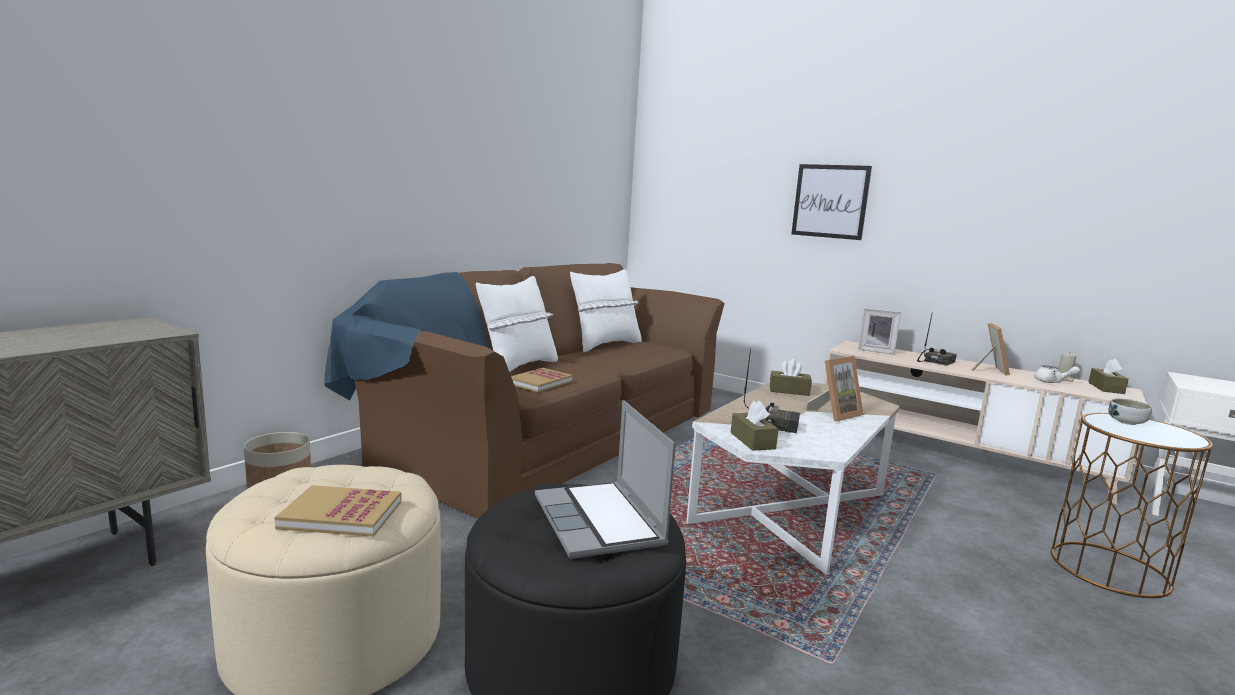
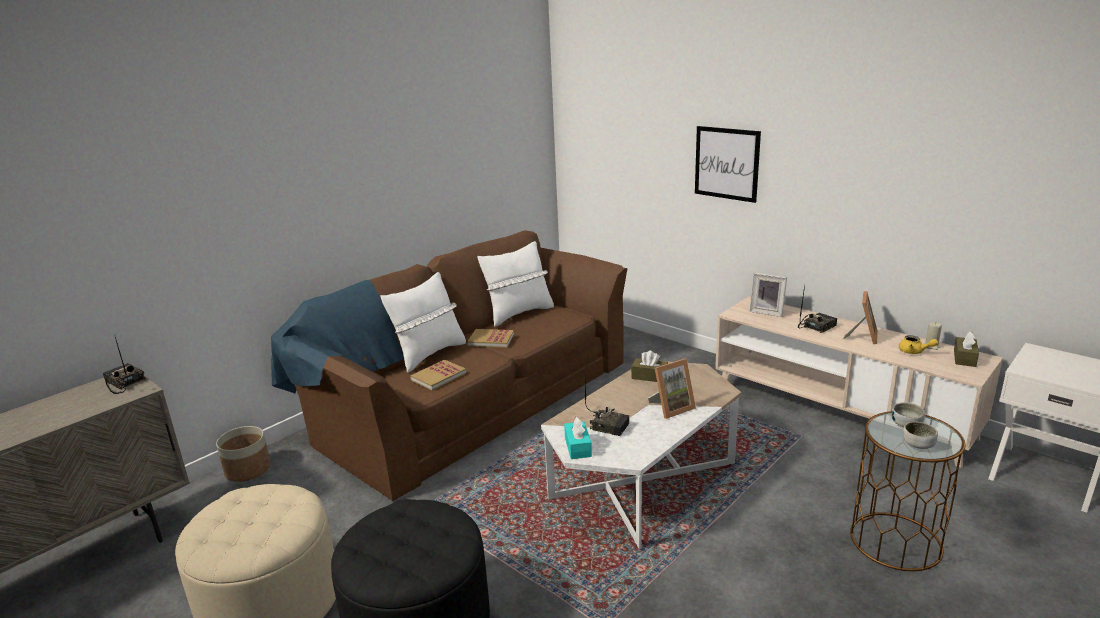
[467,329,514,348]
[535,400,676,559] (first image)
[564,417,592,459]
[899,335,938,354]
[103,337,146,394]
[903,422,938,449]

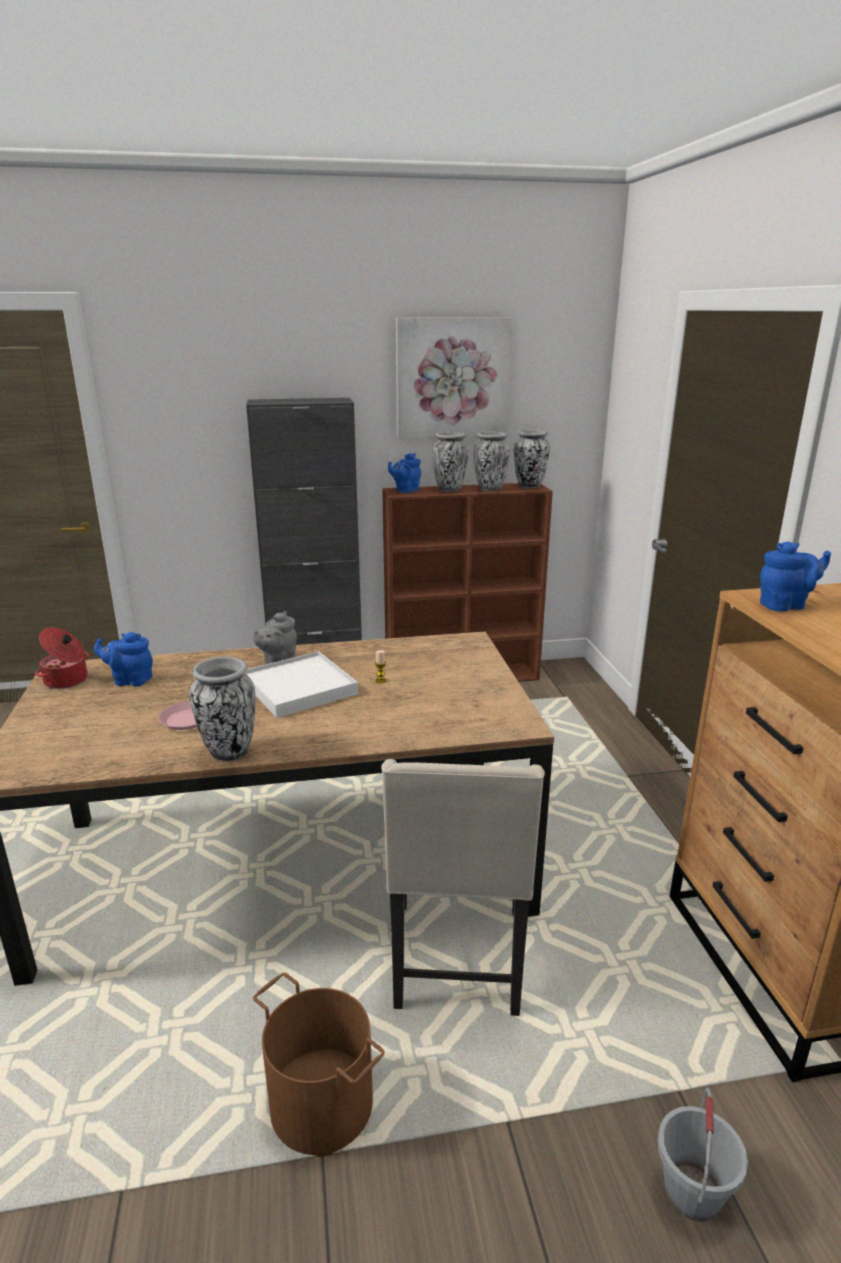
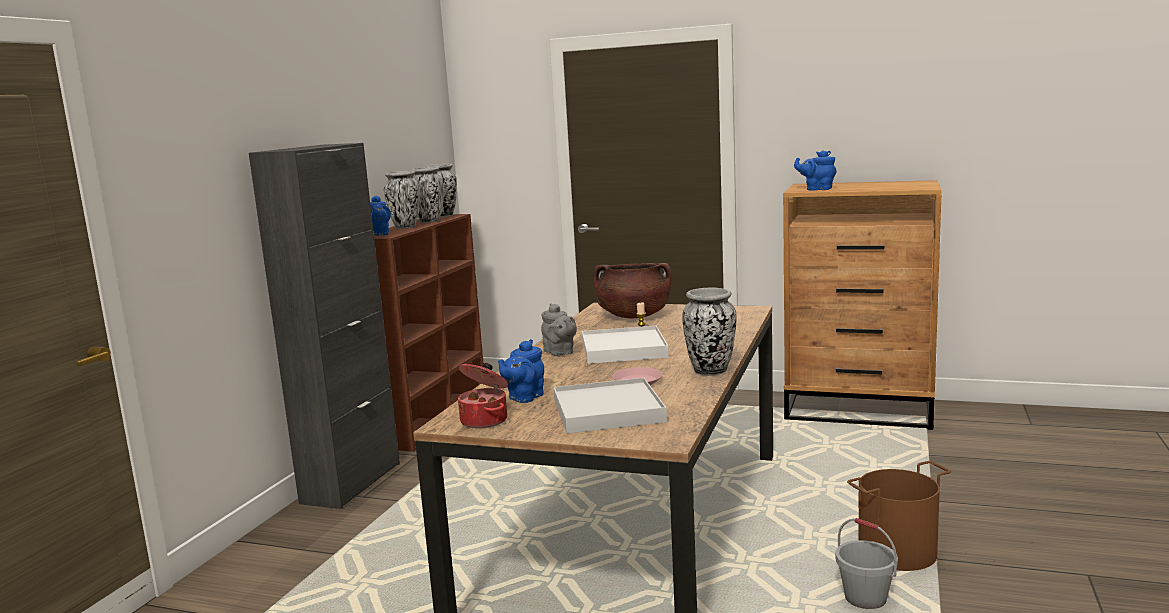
[381,759,545,1016] (first image)
[396,317,512,440] (first image)
[835,518,898,609]
[794,151,837,191]
[553,378,667,434]
[593,263,672,318]

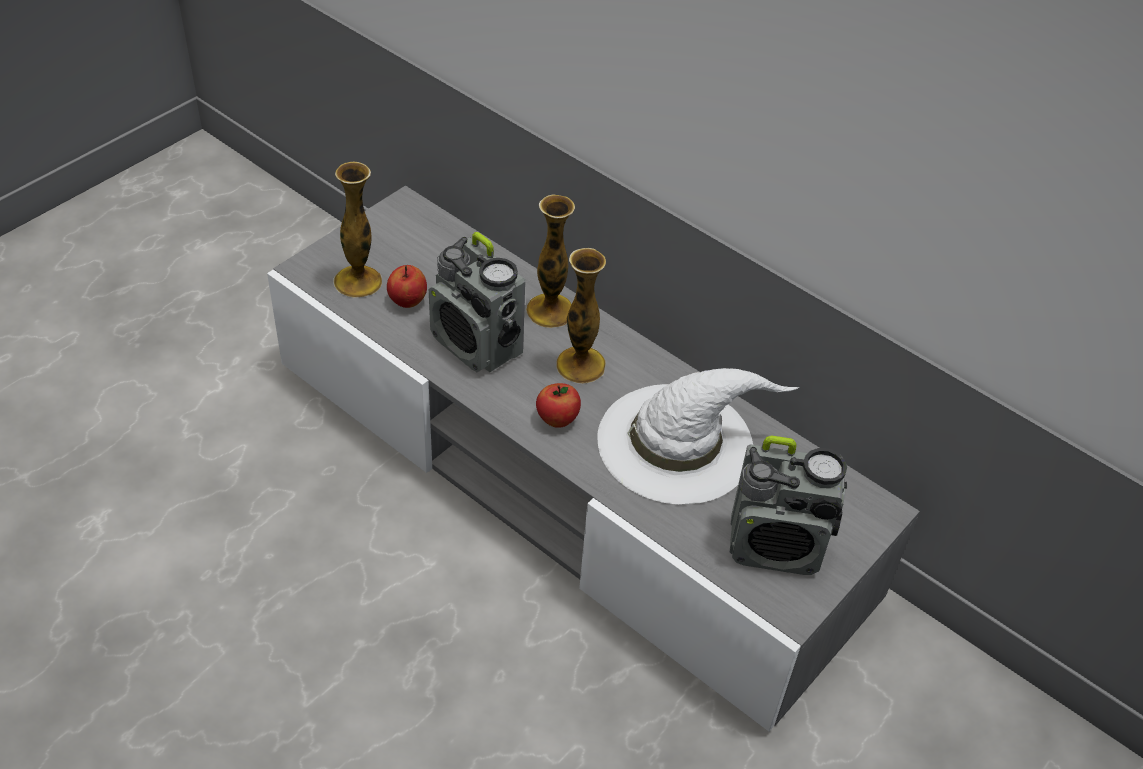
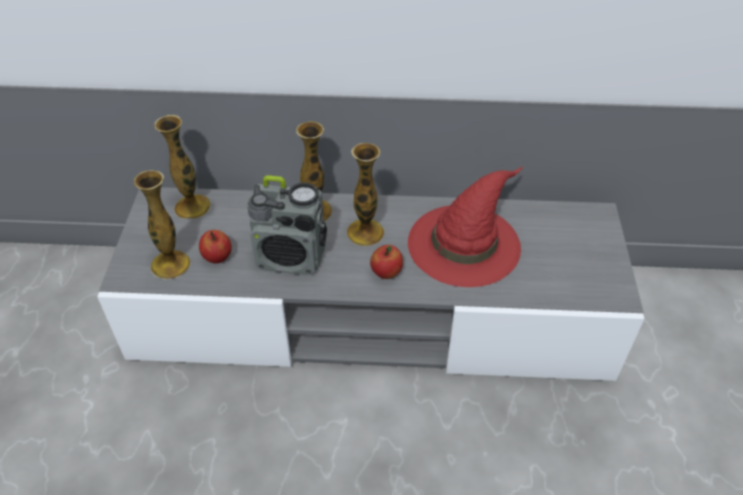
[408,166,523,287]
[730,435,847,575] (first image)
[155,115,211,219]

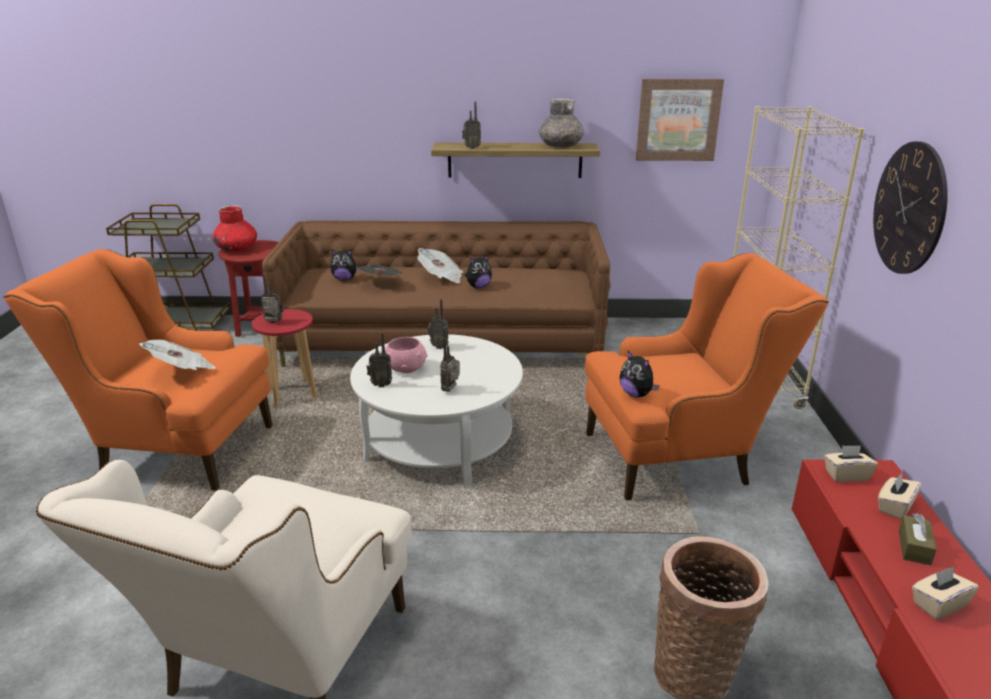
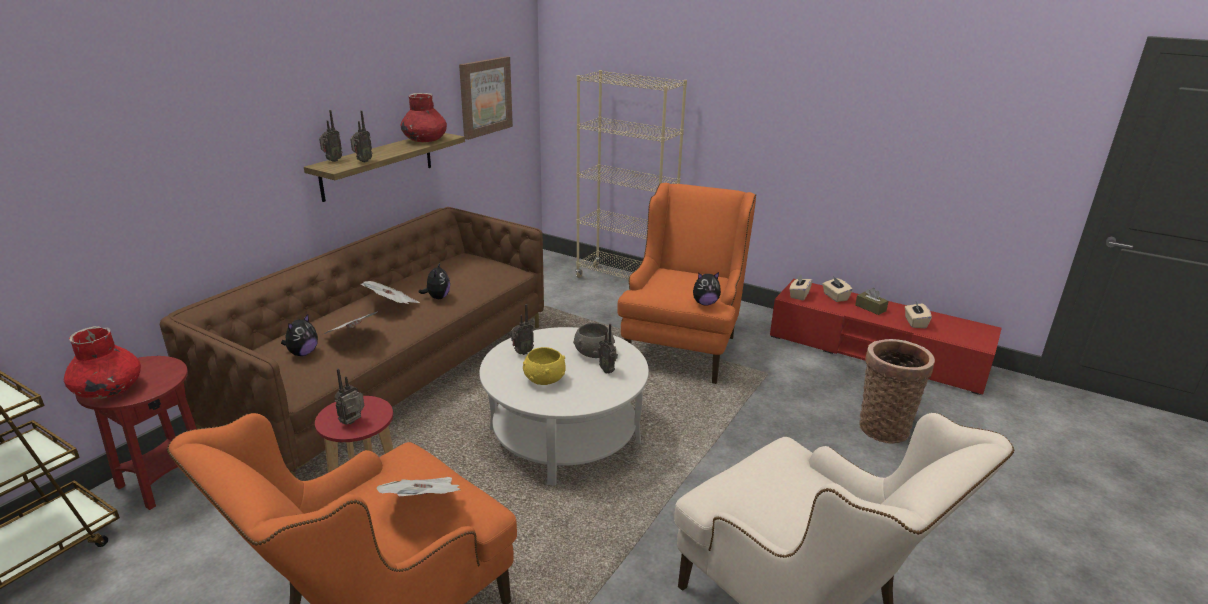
[319,110,342,162]
[523,347,566,385]
[400,93,447,142]
[873,141,948,274] (first image)
[573,323,615,358]

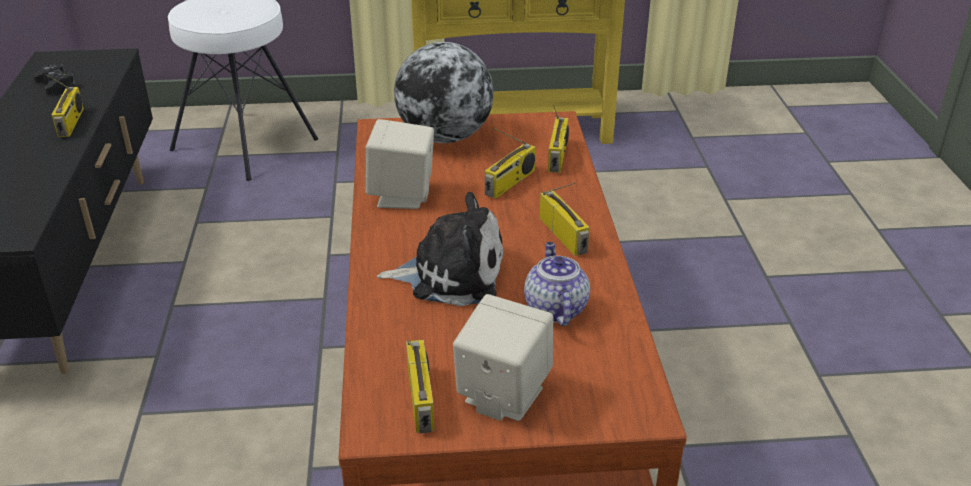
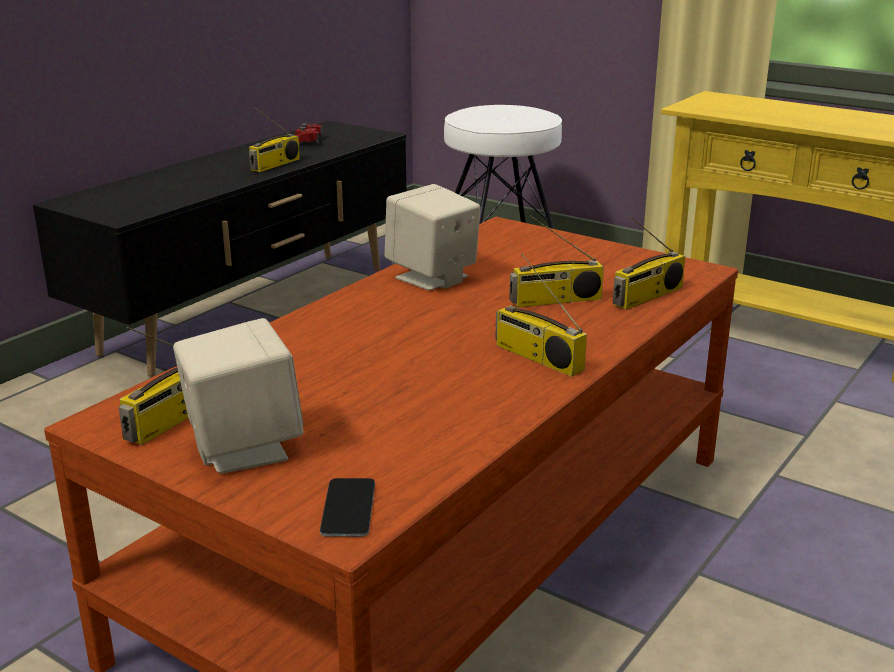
[295,123,323,145]
[377,192,503,306] (first image)
[394,42,494,143] (first image)
[524,242,590,326] (first image)
[495,253,587,377]
[320,478,375,537]

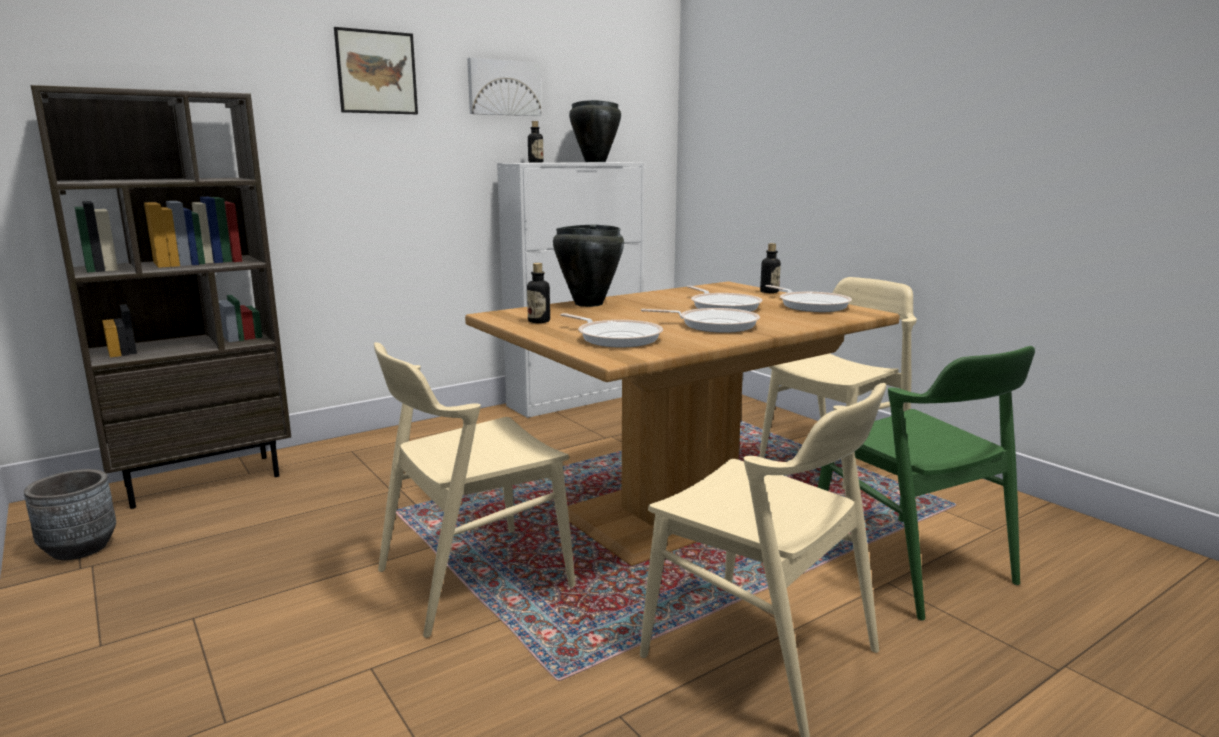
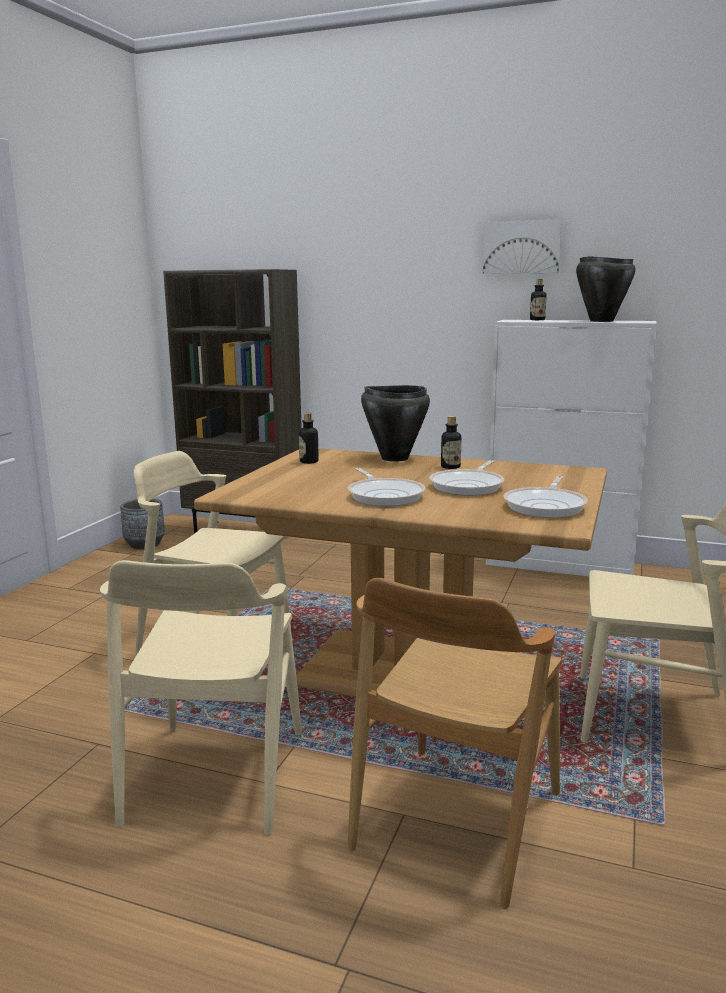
[334,27,418,114] (first image)
[560,313,663,348] (first image)
[441,416,461,469]
[347,578,562,909]

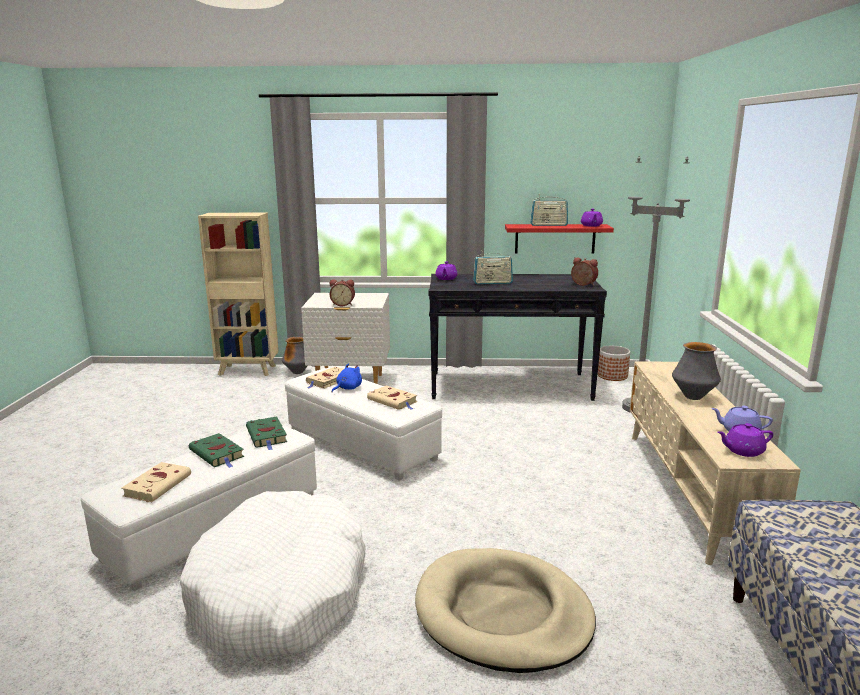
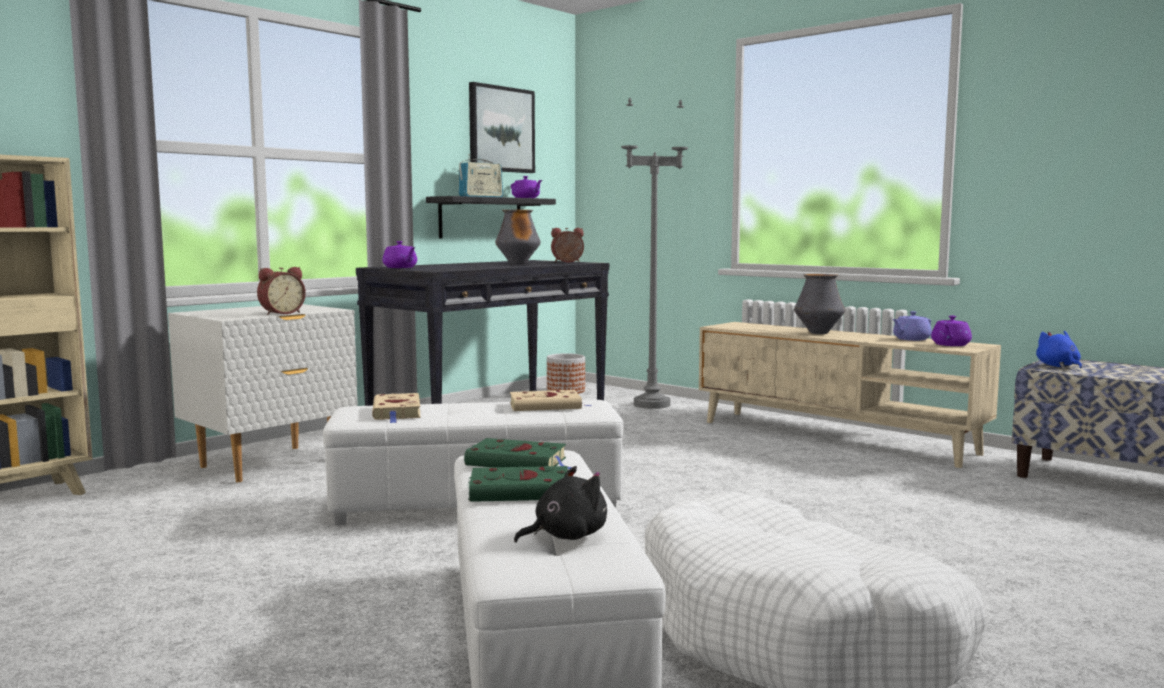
[514,466,607,543]
[495,210,541,264]
[1036,331,1082,369]
[415,548,596,673] (first image)
[473,253,513,284] (first image)
[426,196,556,239]
[469,82,535,173]

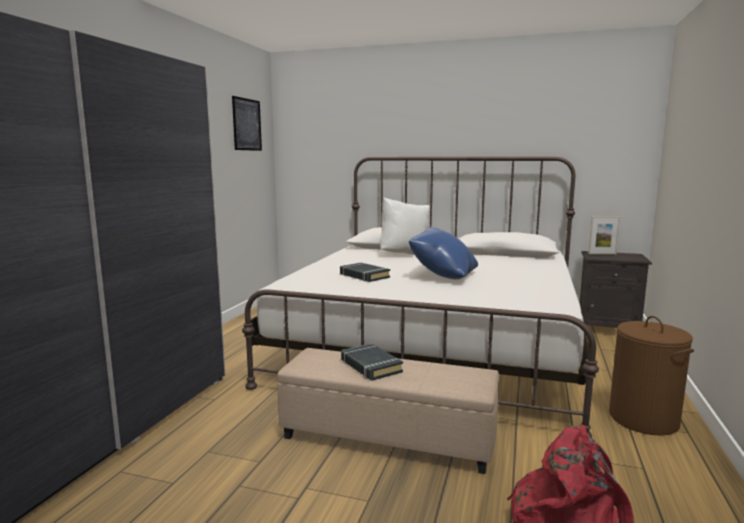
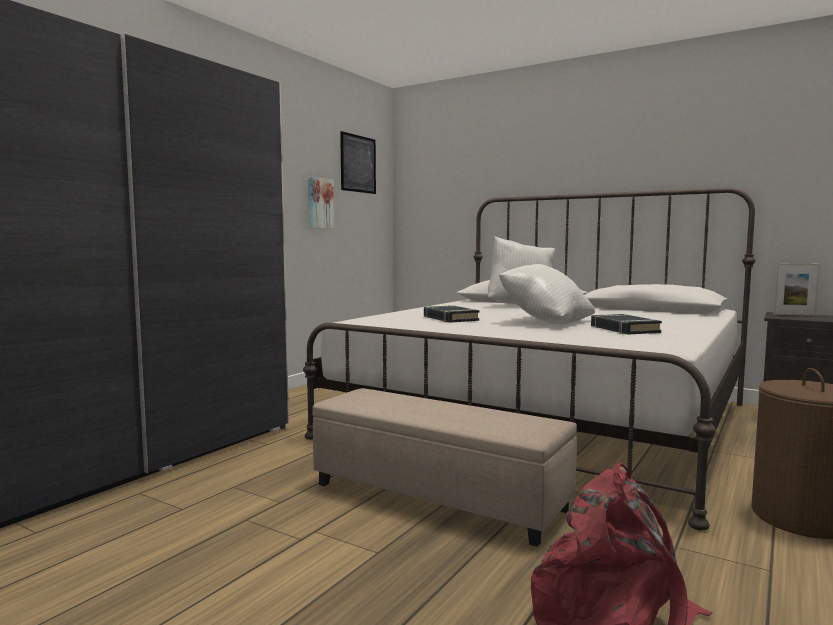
[591,314,662,335]
[499,264,595,324]
[308,177,334,229]

